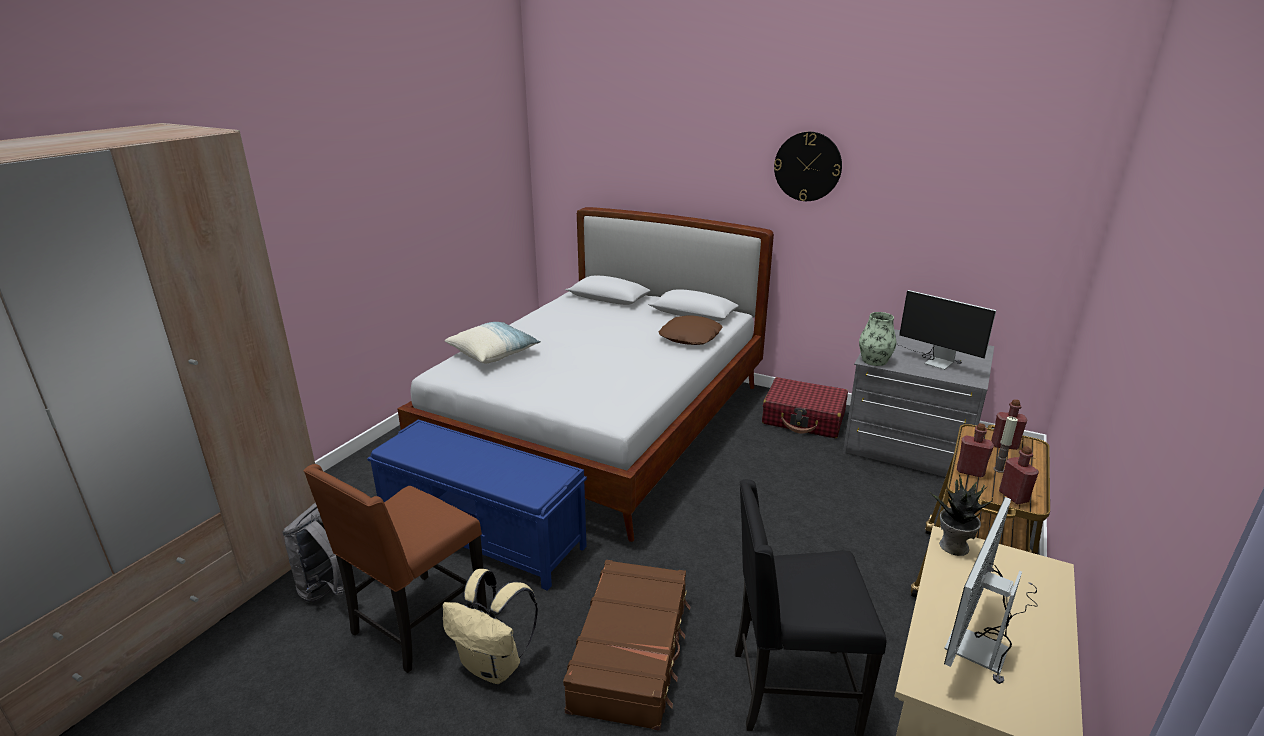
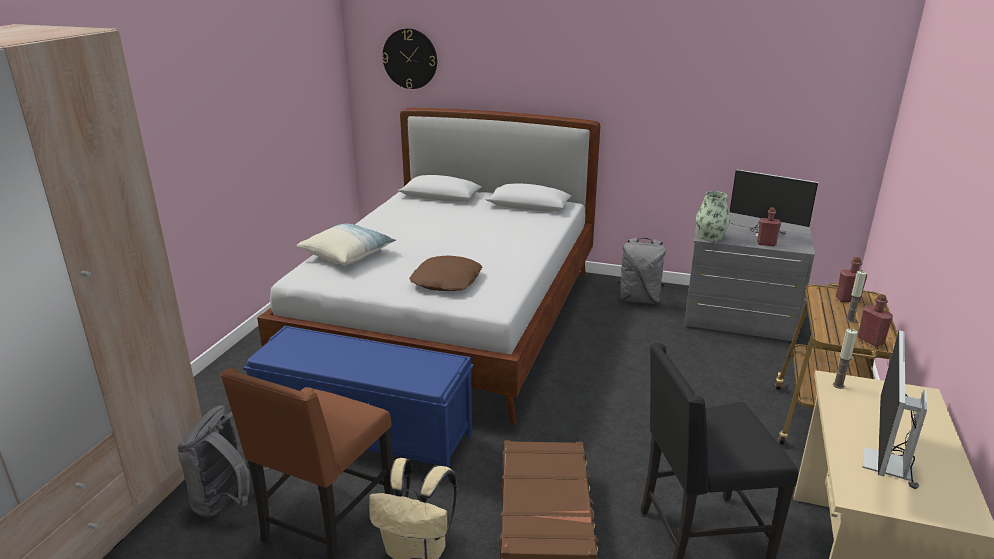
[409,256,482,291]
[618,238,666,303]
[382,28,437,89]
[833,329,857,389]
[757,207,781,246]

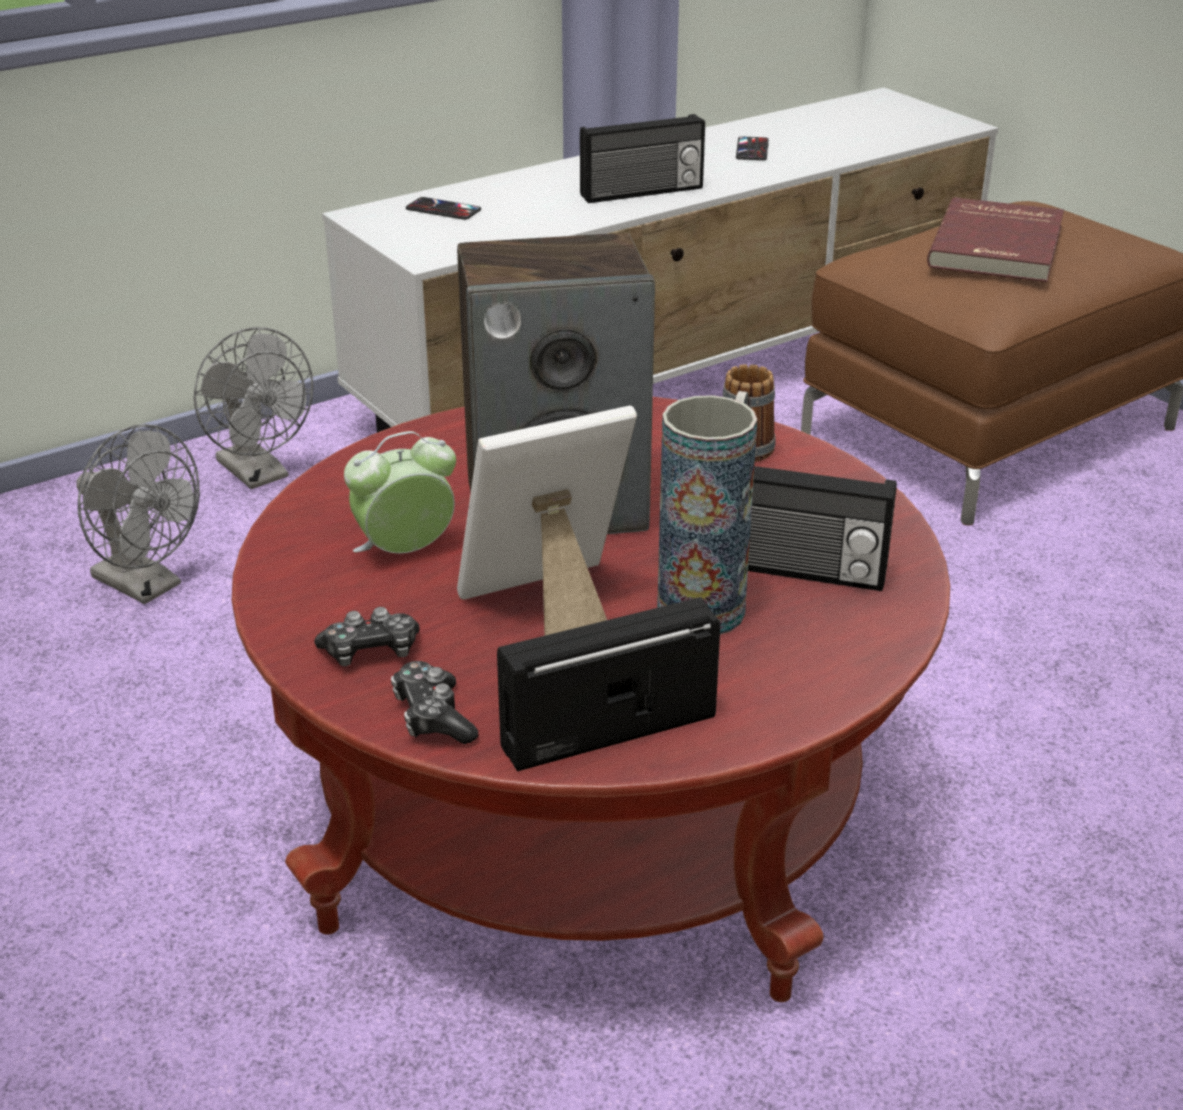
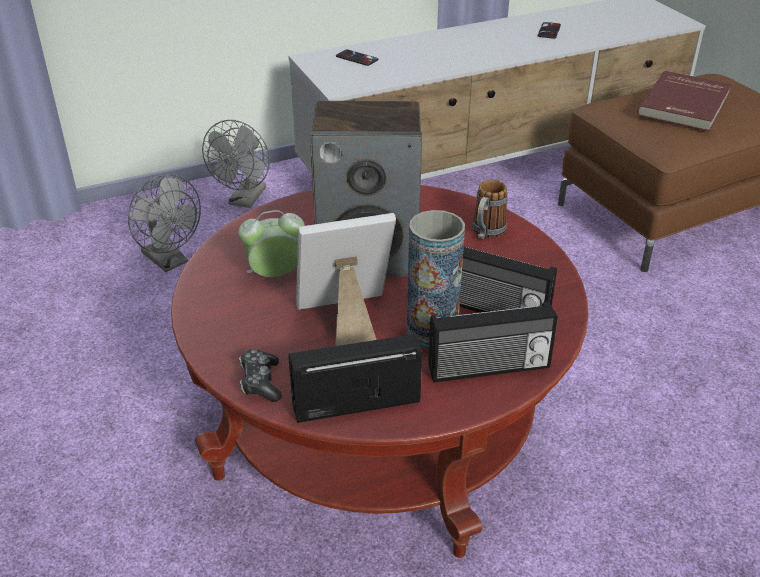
[202,120,270,208]
[314,607,420,666] (first image)
[428,302,558,383]

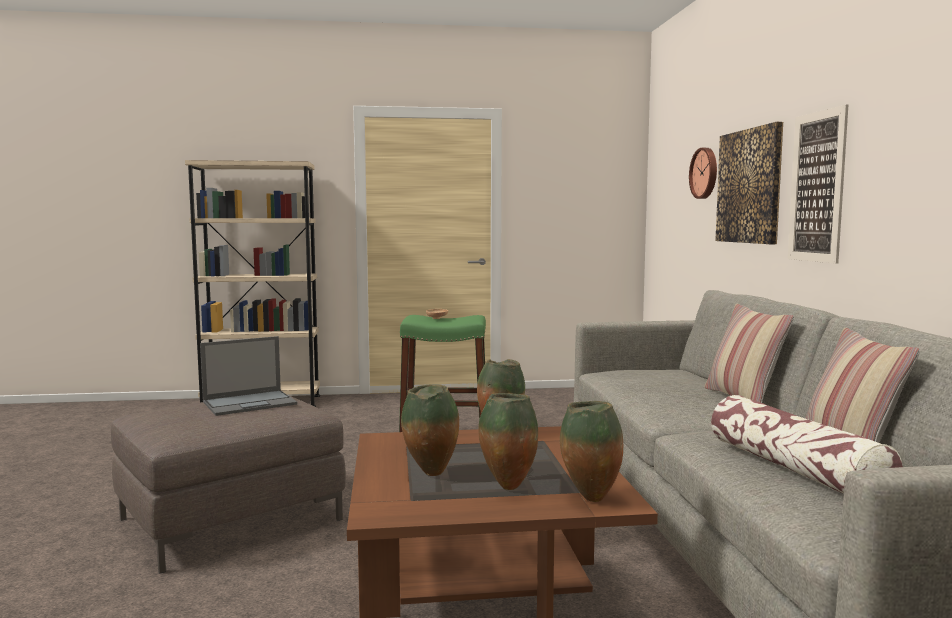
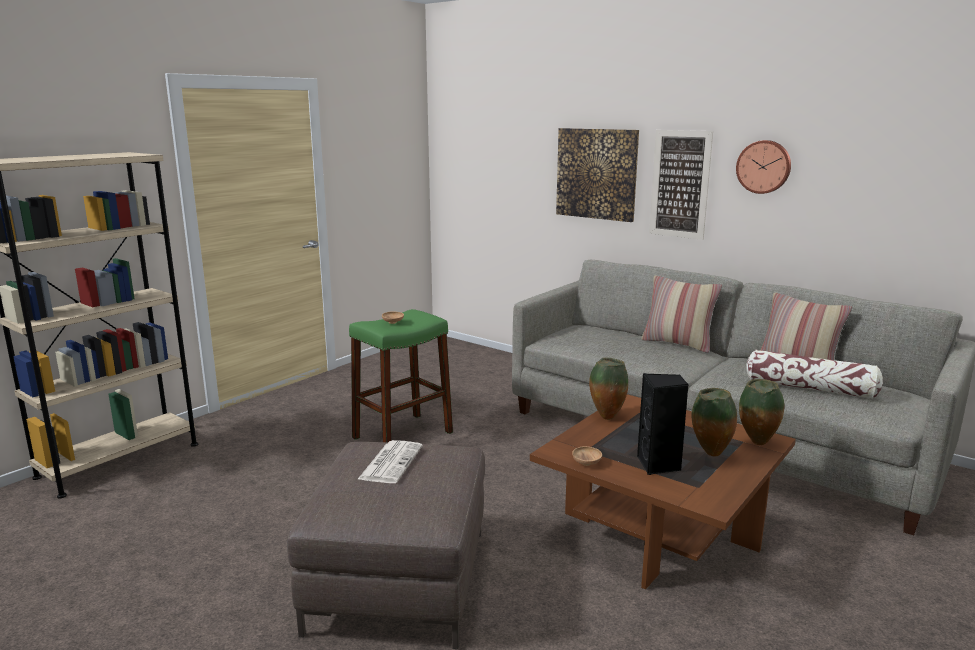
[357,440,423,483]
[637,373,688,475]
[736,140,791,194]
[572,446,602,466]

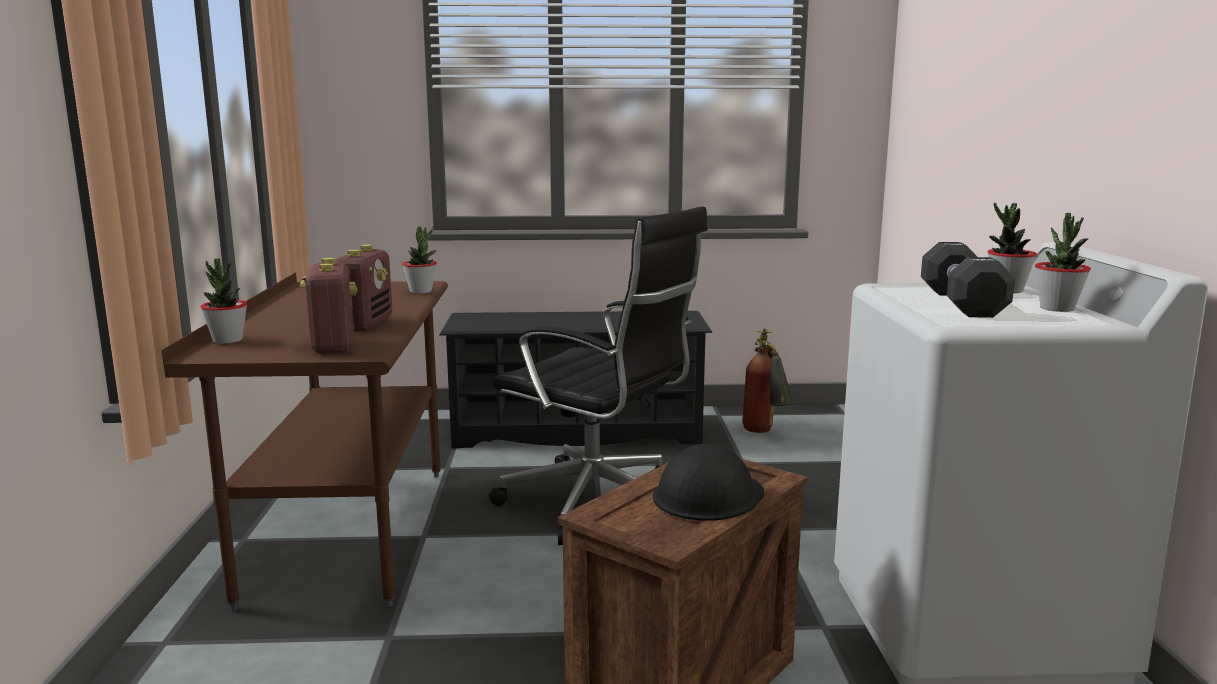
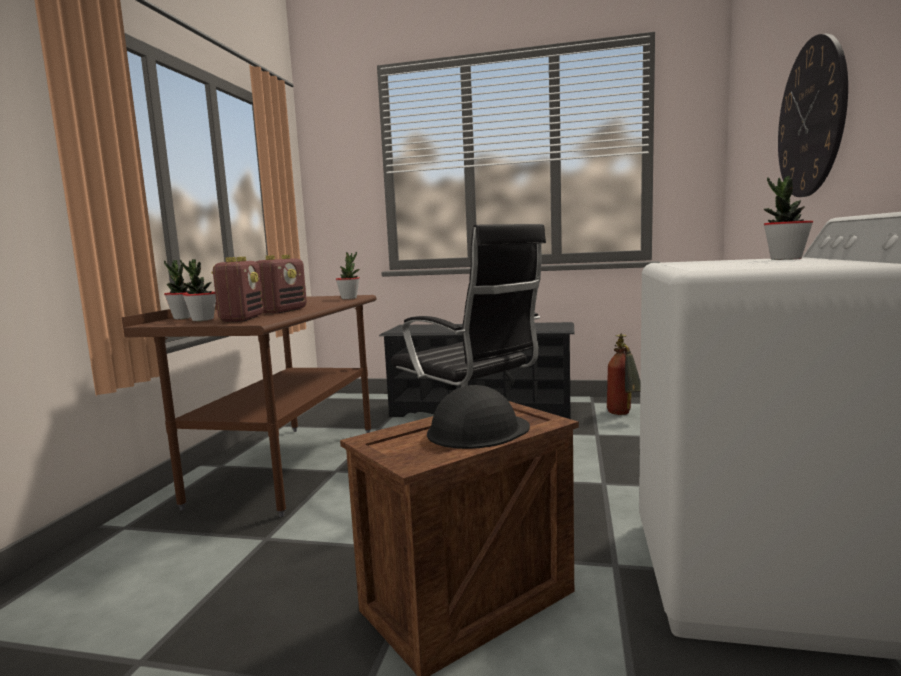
[921,242,1015,318] (first image)
[180,259,216,321]
[778,33,848,197]

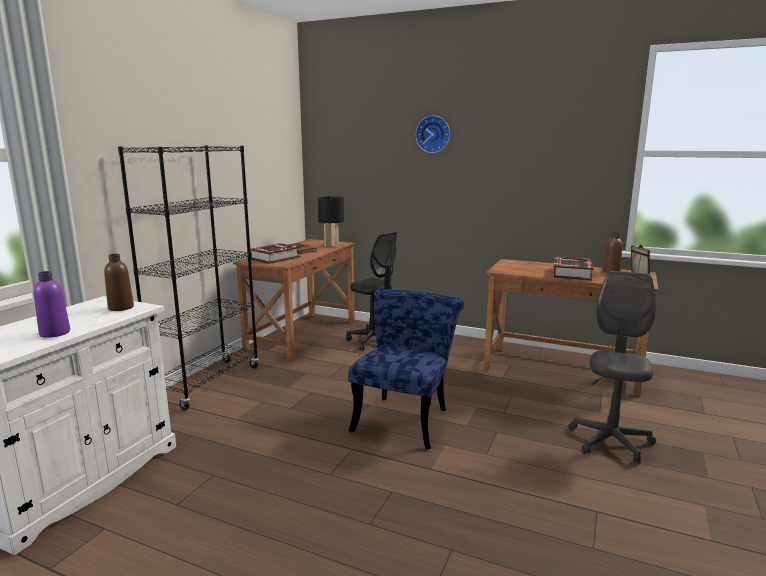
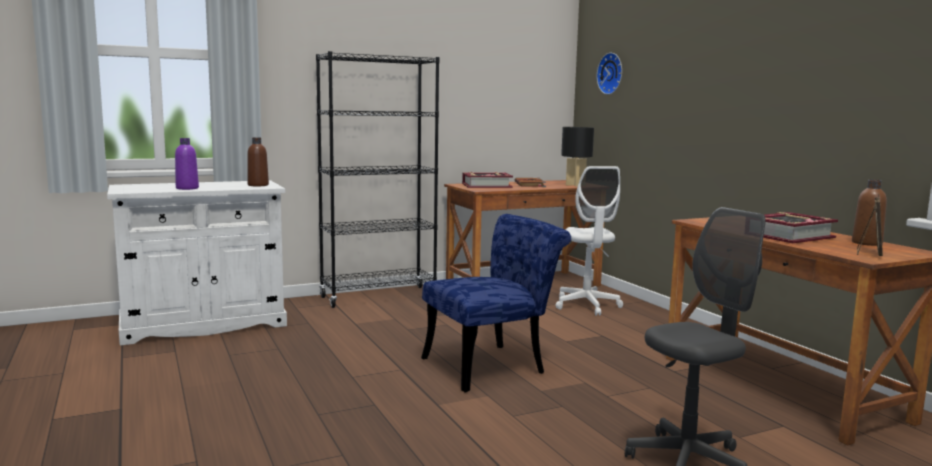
[556,166,623,316]
[597,53,622,95]

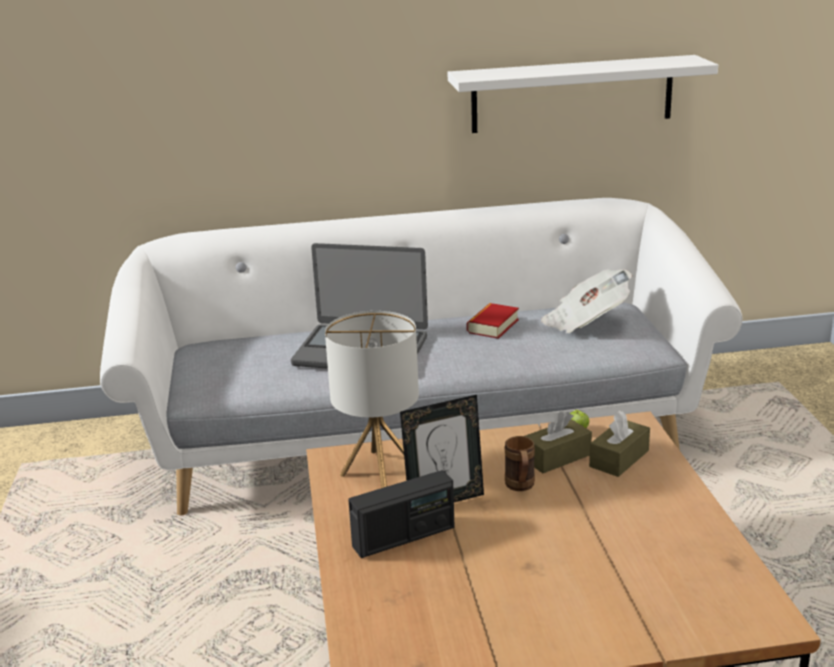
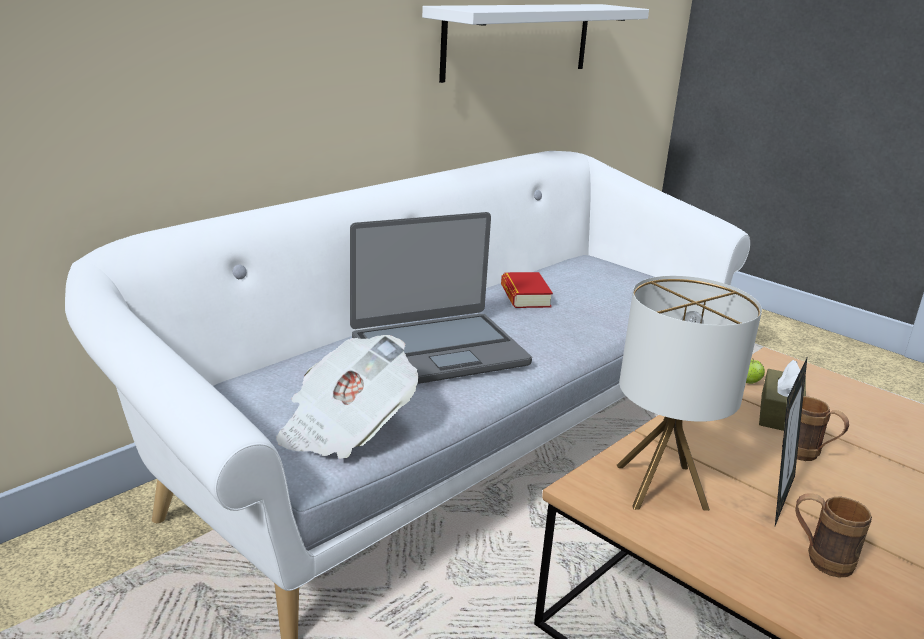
[795,493,872,577]
[276,335,418,459]
[589,411,650,477] (first image)

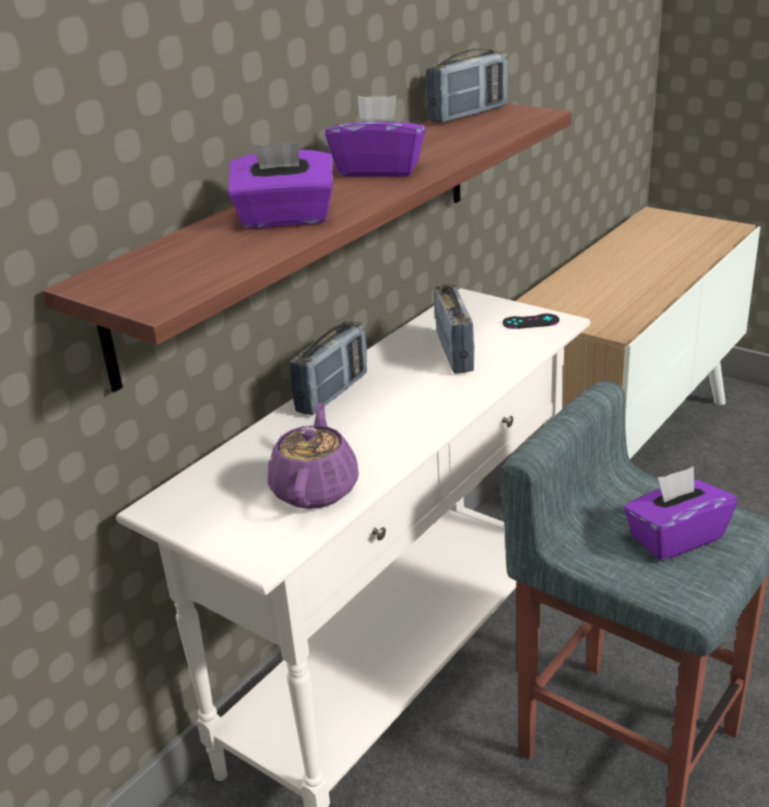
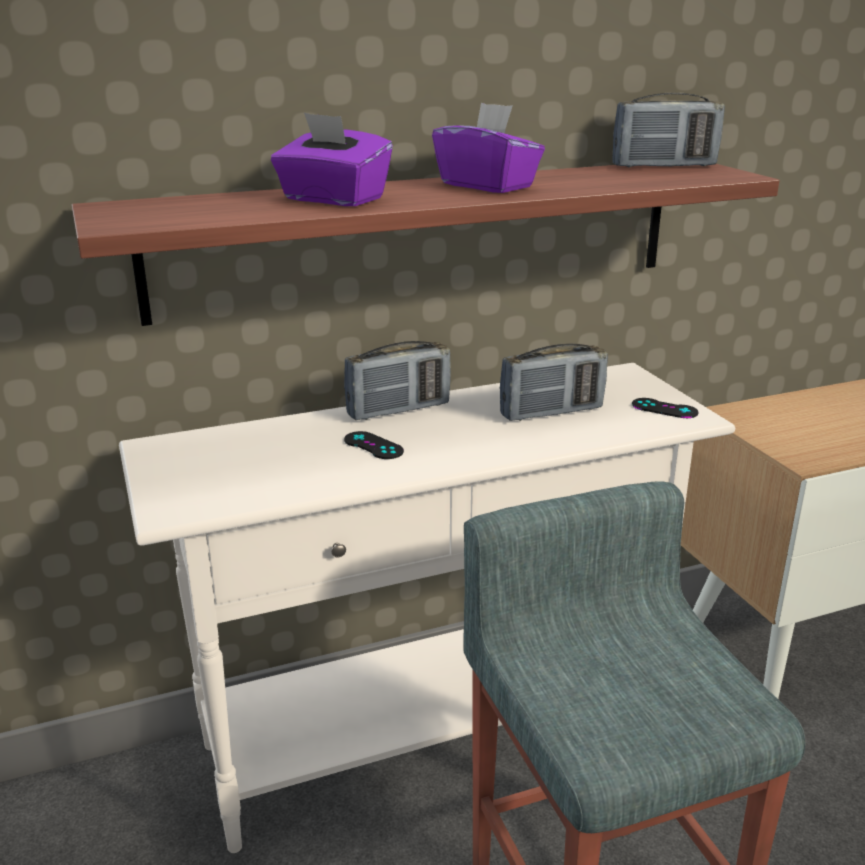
[268,402,359,509] (first image)
[500,344,608,421]
[624,467,737,561] (first image)
[344,431,404,459]

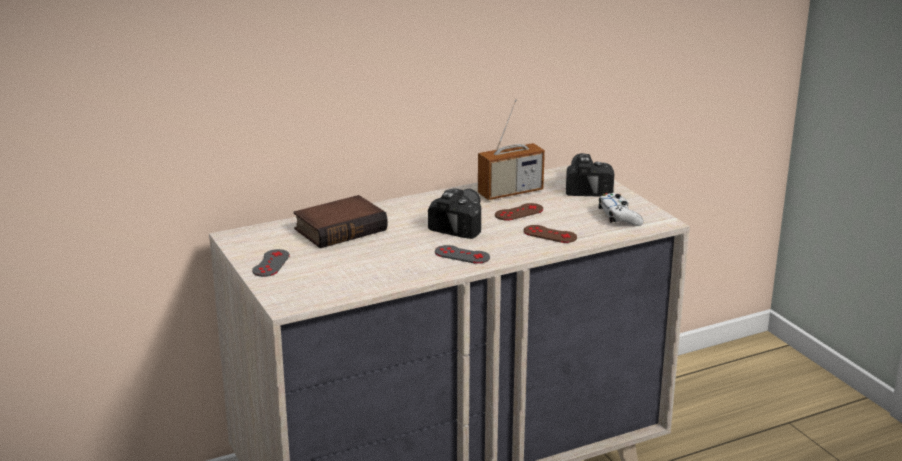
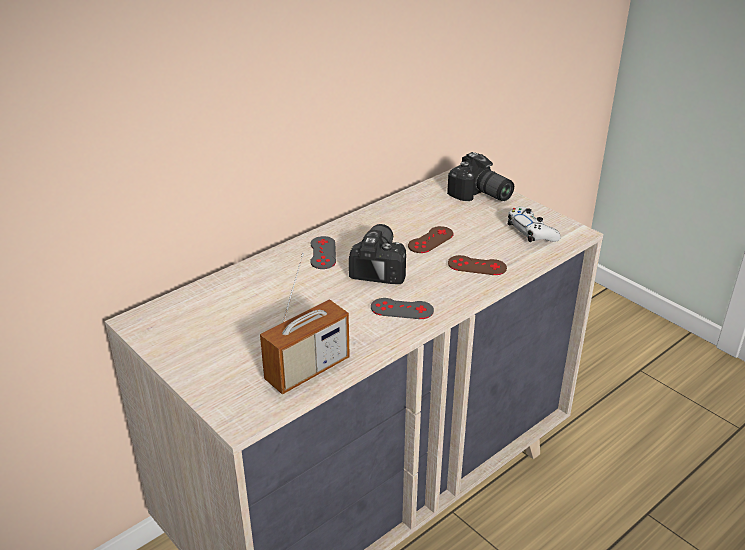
[310,236,336,269]
[293,195,388,248] (first image)
[260,253,350,394]
[447,152,514,201]

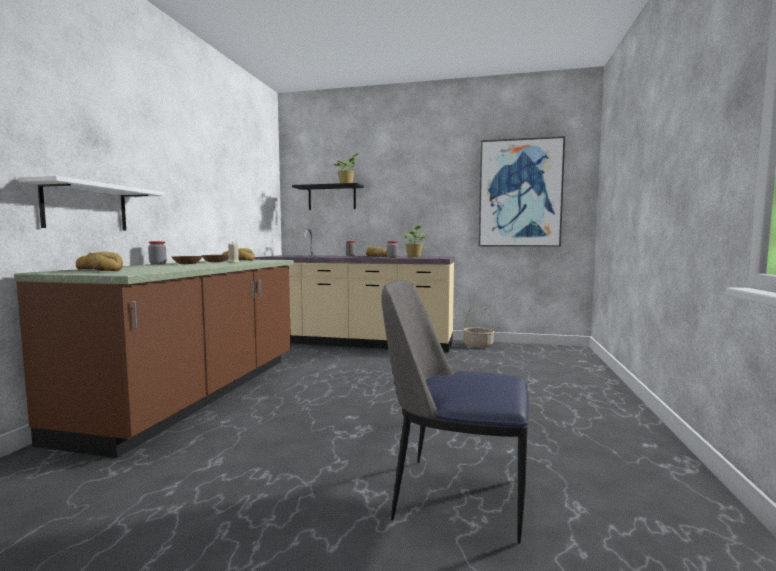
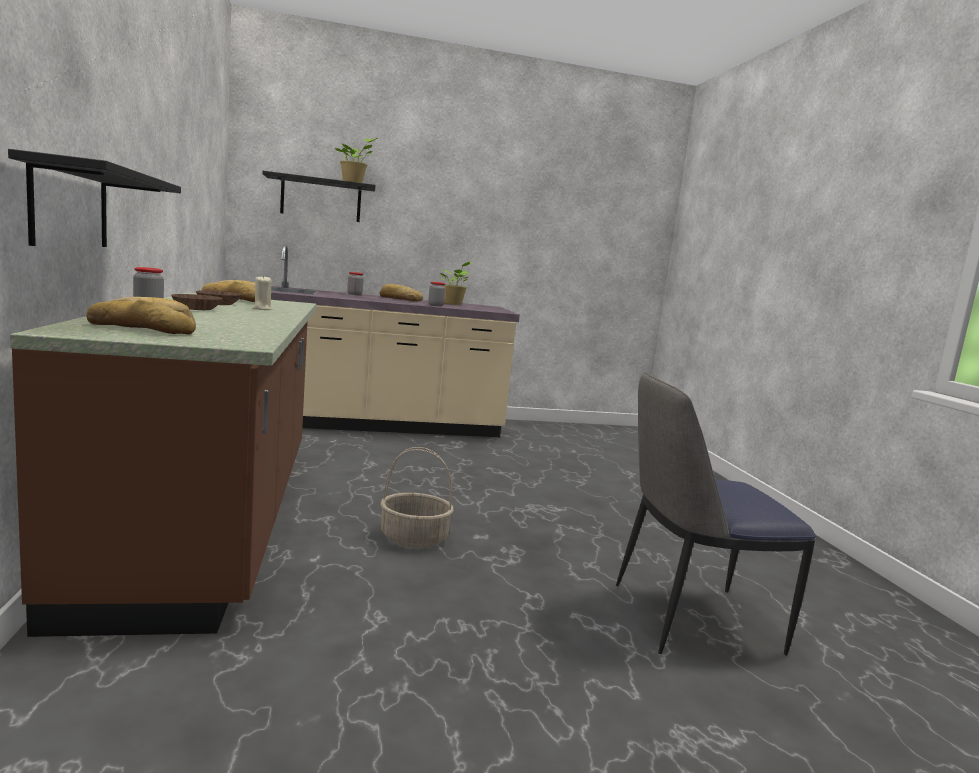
[8,149,181,247]
[380,447,454,548]
[479,136,565,247] (first image)

